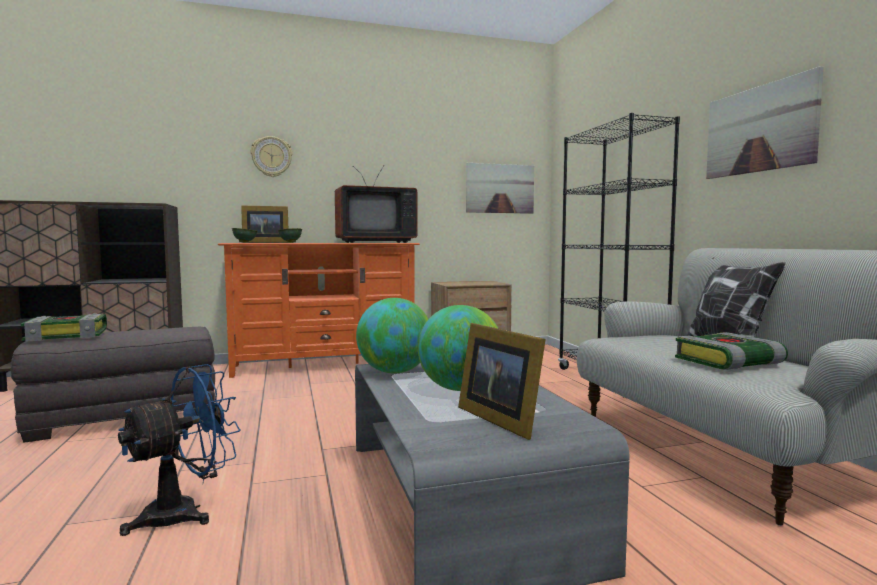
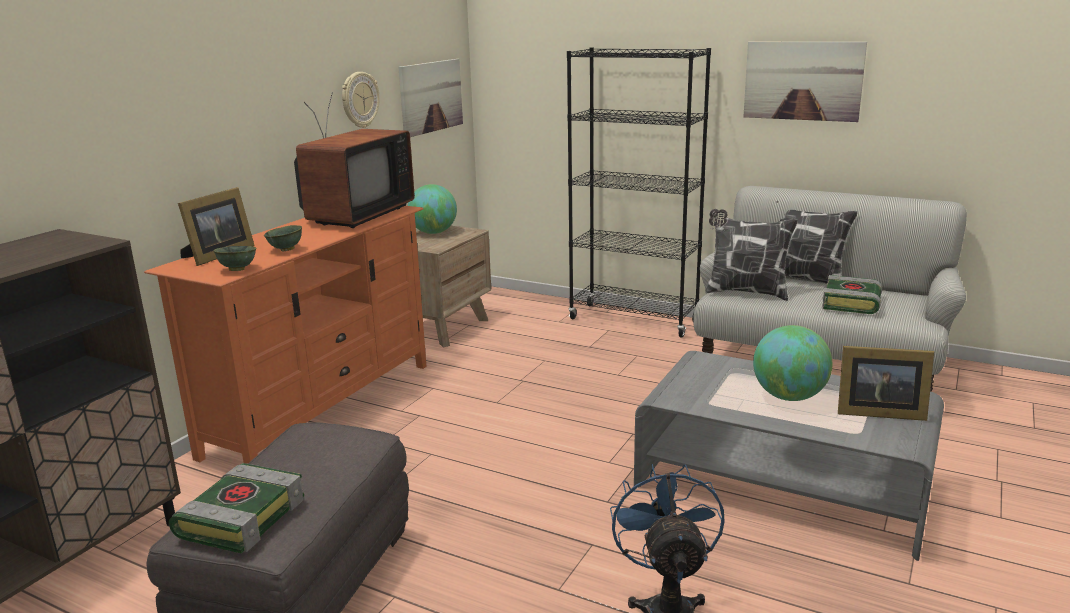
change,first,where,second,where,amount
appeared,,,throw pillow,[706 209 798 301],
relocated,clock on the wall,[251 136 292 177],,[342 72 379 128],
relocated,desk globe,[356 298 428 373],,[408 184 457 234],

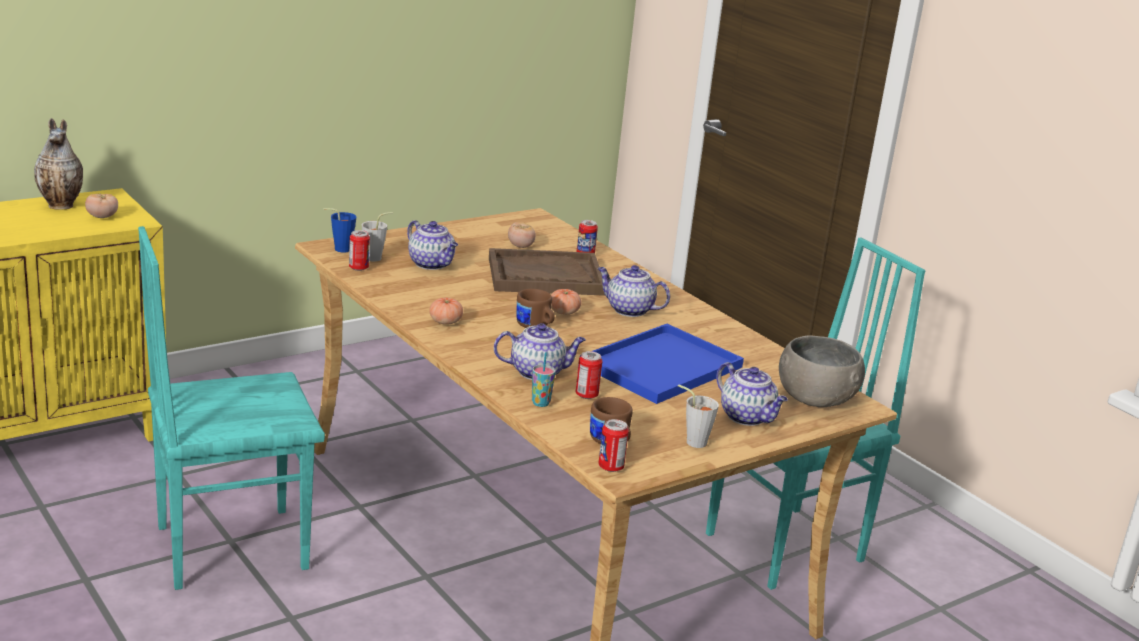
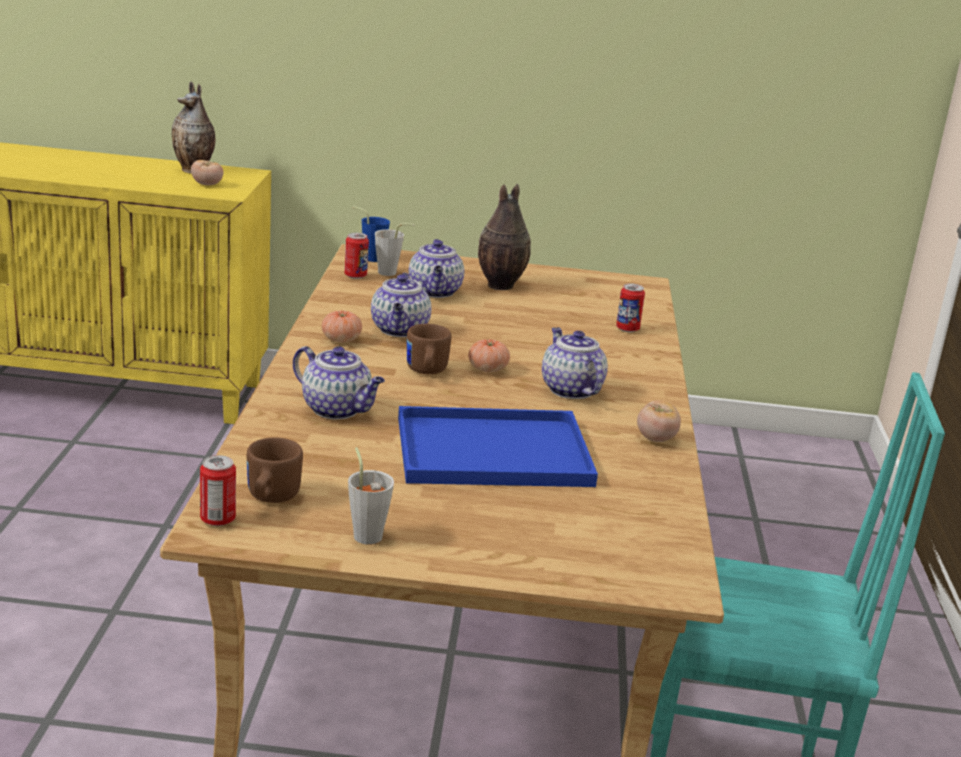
change,first,where,second,where,amount
missing,turquoise-coloured plain chair,[138 226 325 590],,,
missing,brown tray,[489 248 605 296],,,
missing,drinking cup,[532 352 556 407],,,
missing,metal can,[576 351 602 399],,,
missing,gray bowl,[779 336 865 407],,,
appeared,,,vase,[478 183 531 290],
relocated,whole tomato,[508 222 536 248],,[637 400 681 442],
relocated,pot for tea,[716 362 788 426],,[371 273 431 337],

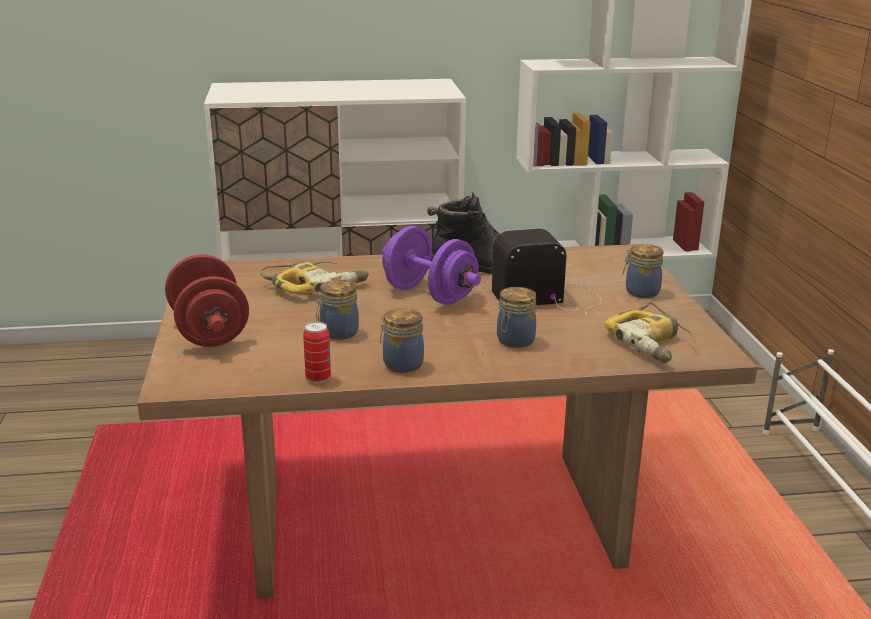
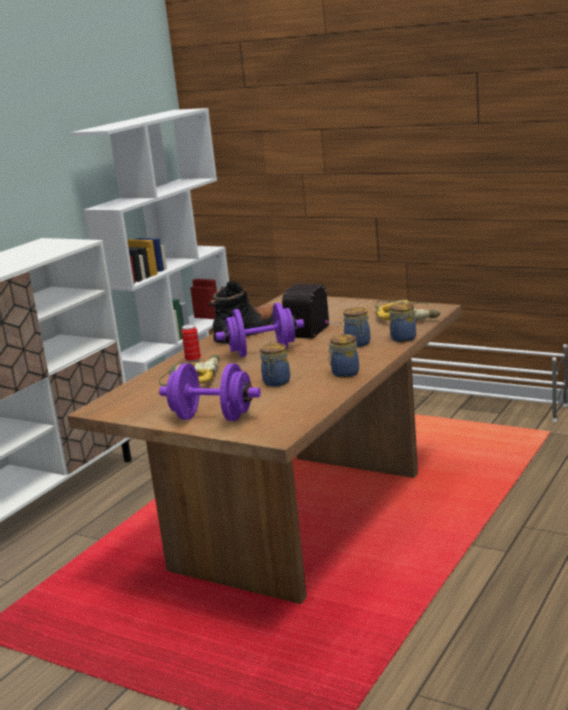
change,first,where,second,where,amount
relocated,metal can,[303 322 331 383],,[181 324 201 362],
relocated,preserve jar,[623 244 664 298],,[390 302 416 342],
colour,red dumbbell,[165 254 249 347],purple dumbbell,[159 363 261 421],

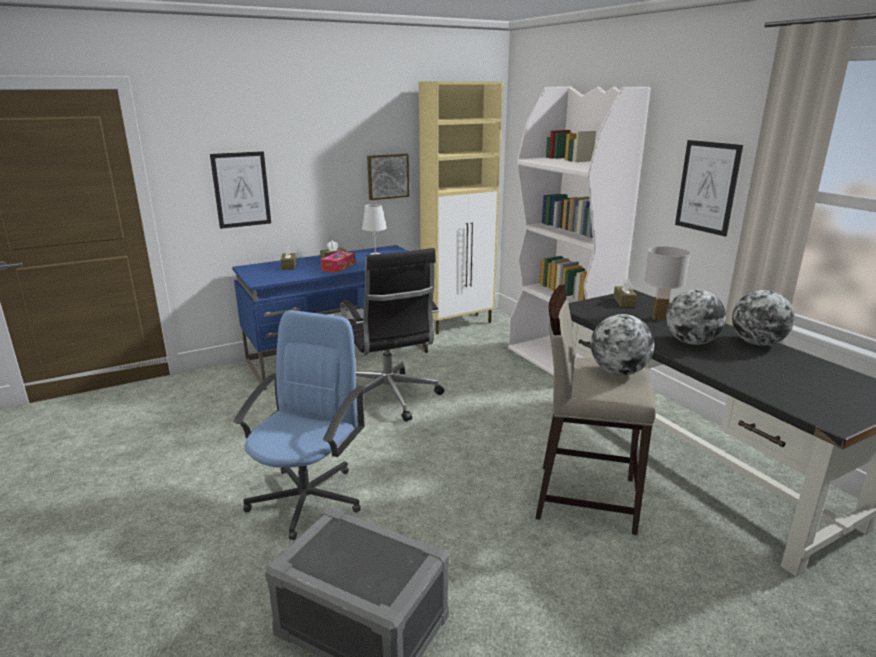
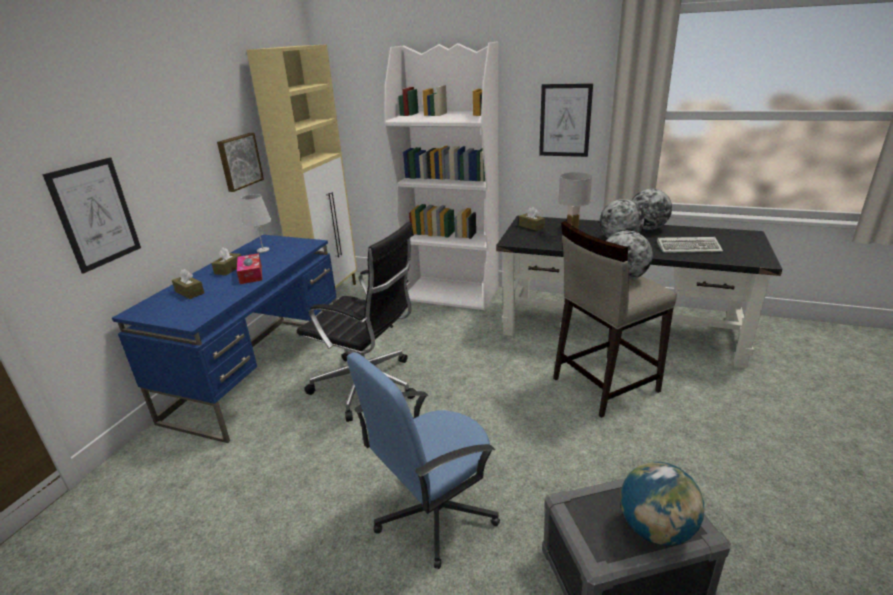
change,first,where,second,where,amount
appeared,,,desk globe,[620 462 704 546],
appeared,,,keyboard,[657 237 723 253],
spun,blue computer chair,[233 310 365 540],,[347 353 500 569],105 degrees counterclockwise

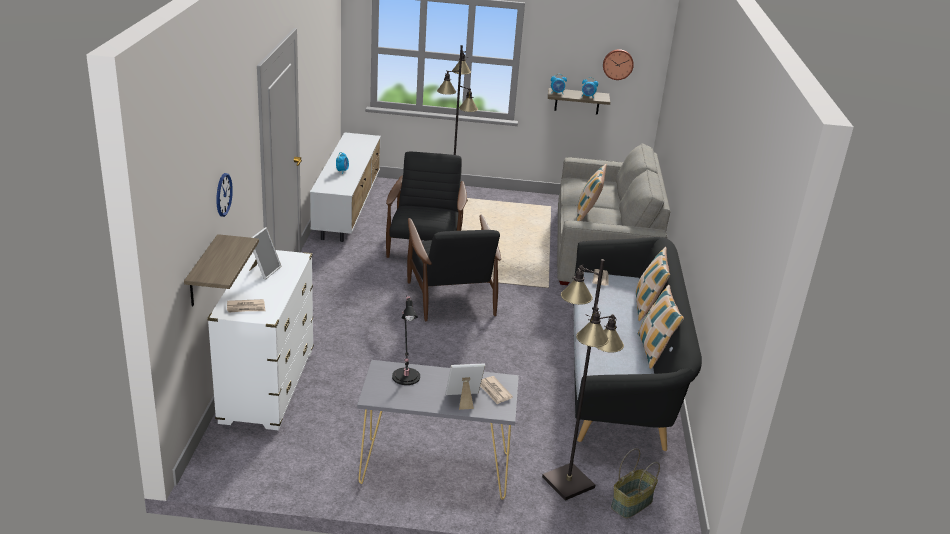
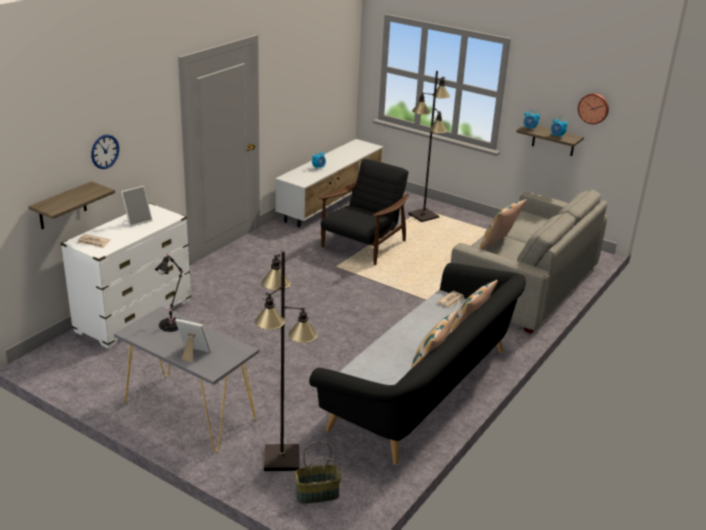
change,first,where,second,where,amount
missing,blackish easy chair,[407 215 501 321],,,
missing,printed paper,[480 376 513 405],,,

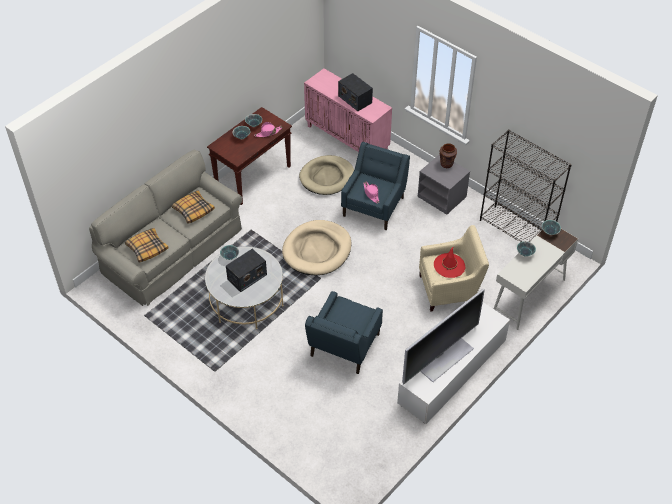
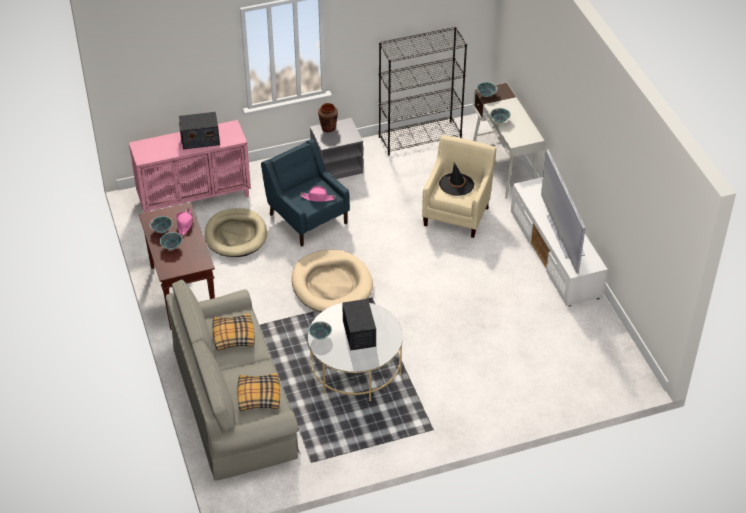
change,first,where,second,where,amount
missing,blue easy chair,[305 291 383 374],,,
colour,red clothing hat,[434 246 465 278],blackish clothing hat,[439 163 474 196],

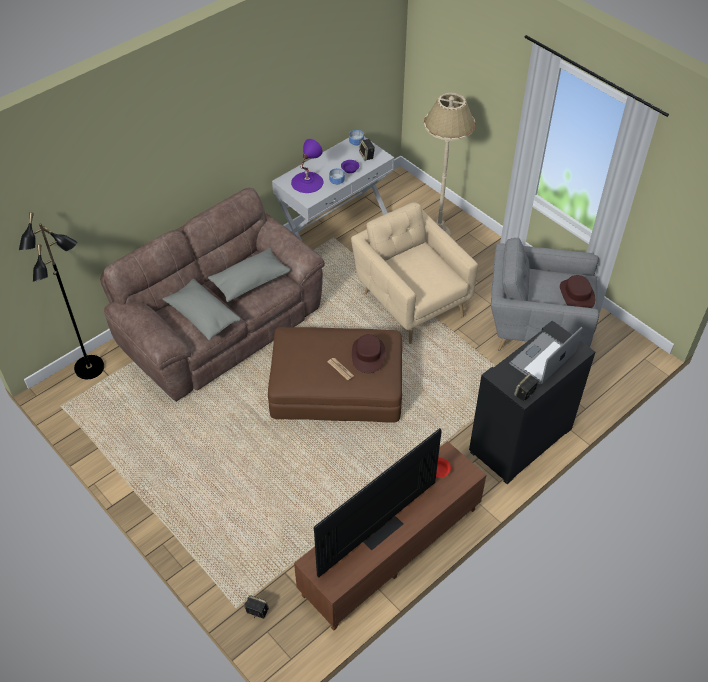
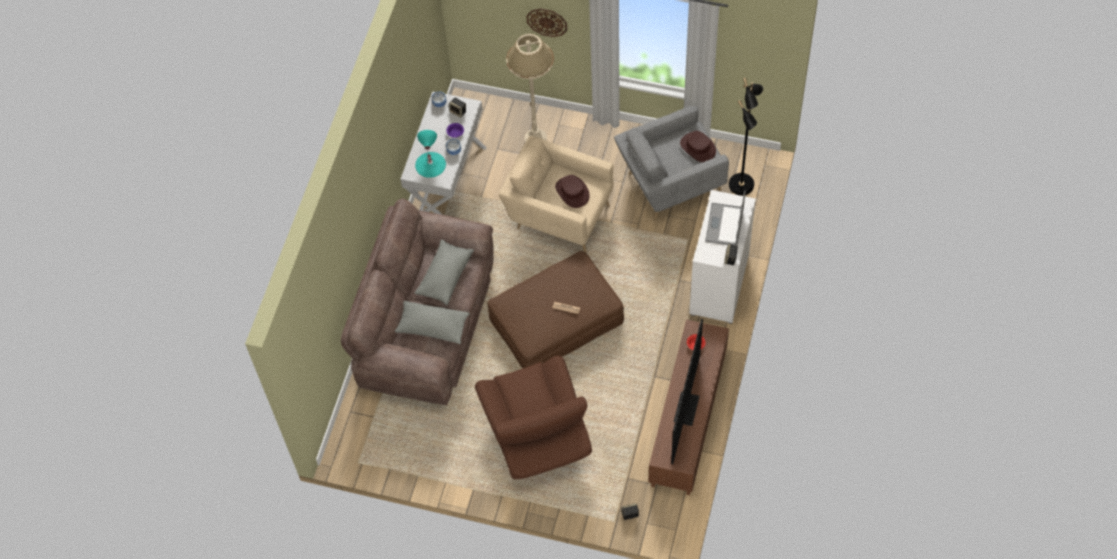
change,first,where,second,where,amount
appeared,,,brown easy chair,[475 355 592 479],
appeared,,,clock on the wall,[526 9 567 37],
relocated,blackish floor lamp,[19 212 104 379],,[729 78 763 196],
relocated,brown clothing hat,[352 334 385 373],,[555 175 590 208],
colour,purple lamp for a table,[291 139 324 193],turquoise-coloured lamp for a table,[415 130 446 178],
colour,blackish storage cabinet,[469 321 595 484],whitish storage cabinet,[689 190 756 324],

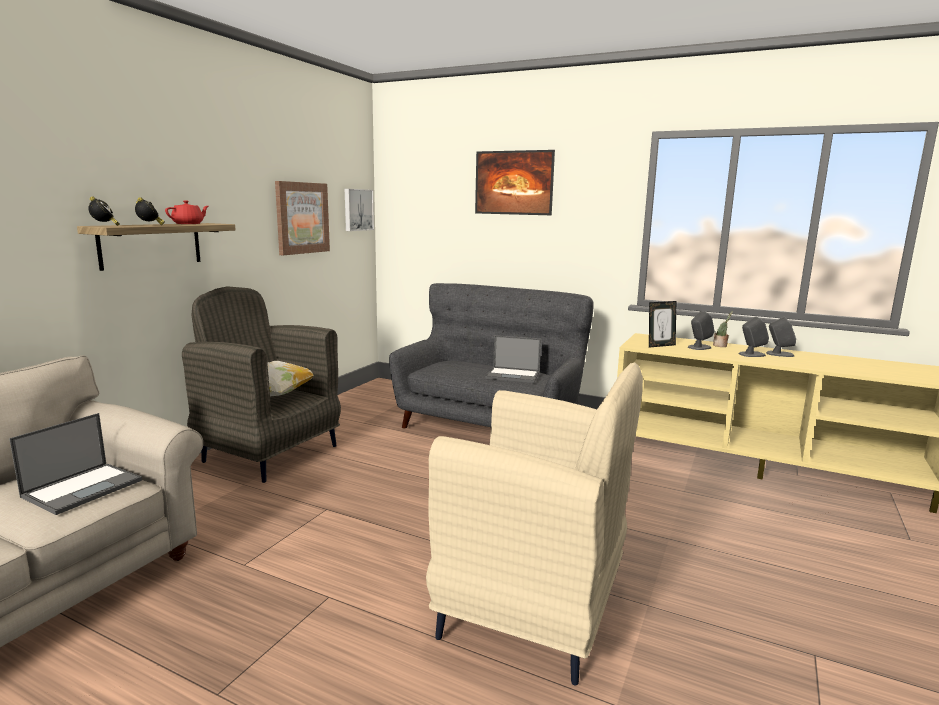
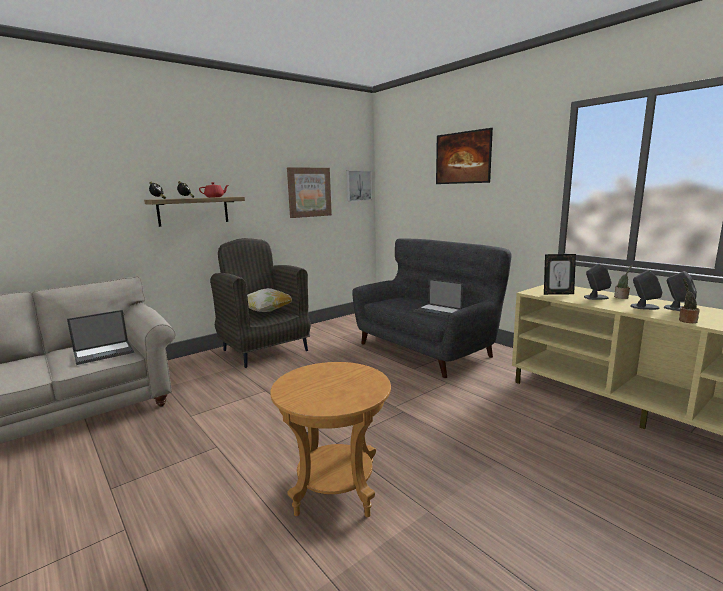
change,first,where,second,where,amount
appeared,,,houseplant,[679 279 700 323],
exchanged,beige-coloured easy chair,[426 363 643 685],brown end table,[270 362 391 517],

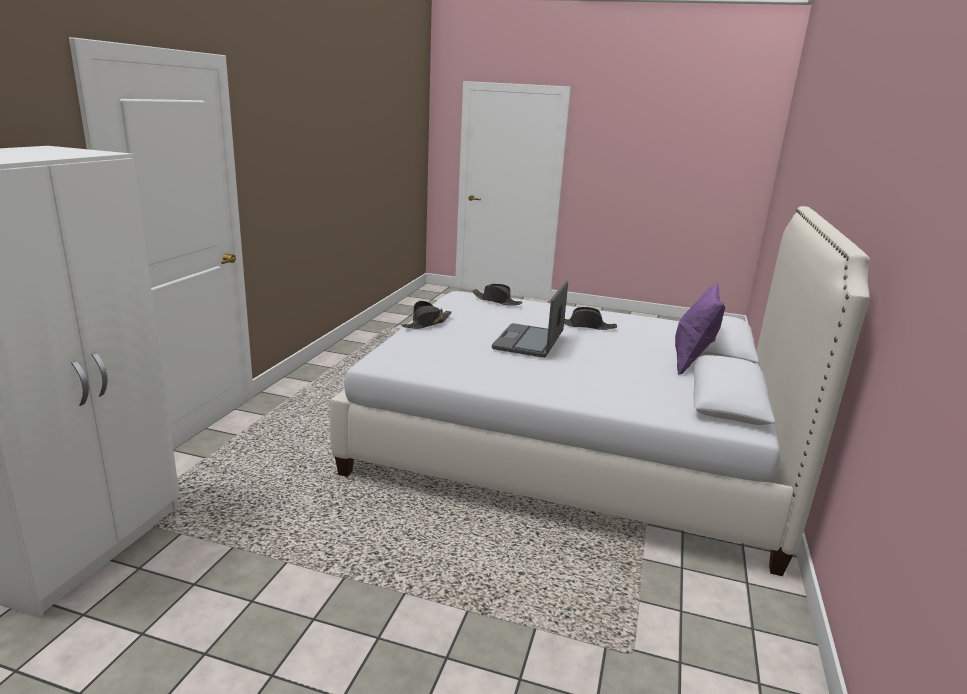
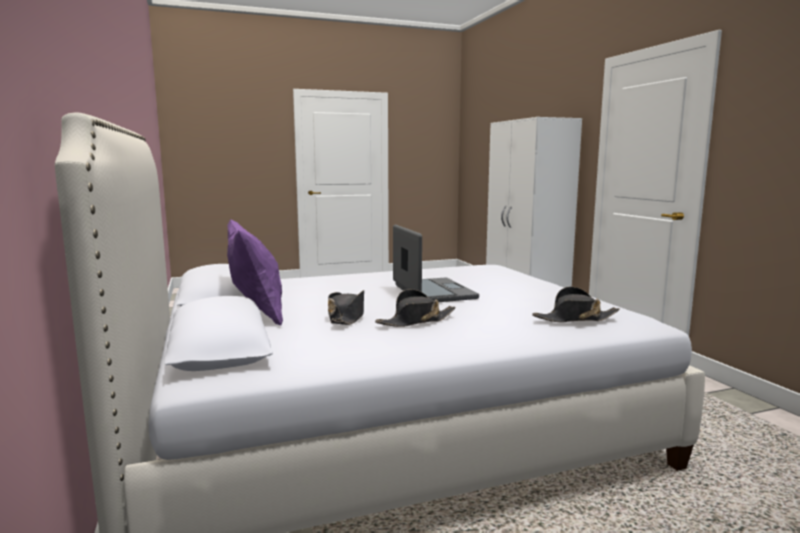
change,first,where,second,where,amount
relocated,blackish clothing hat,[402 301 452 329],,[328 290 364 325],

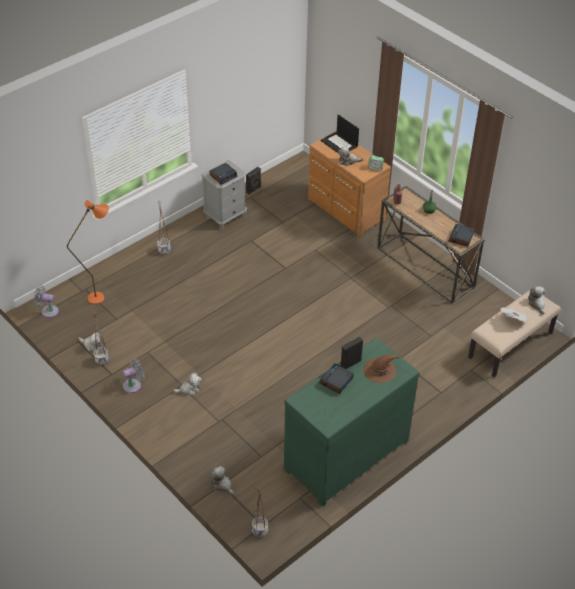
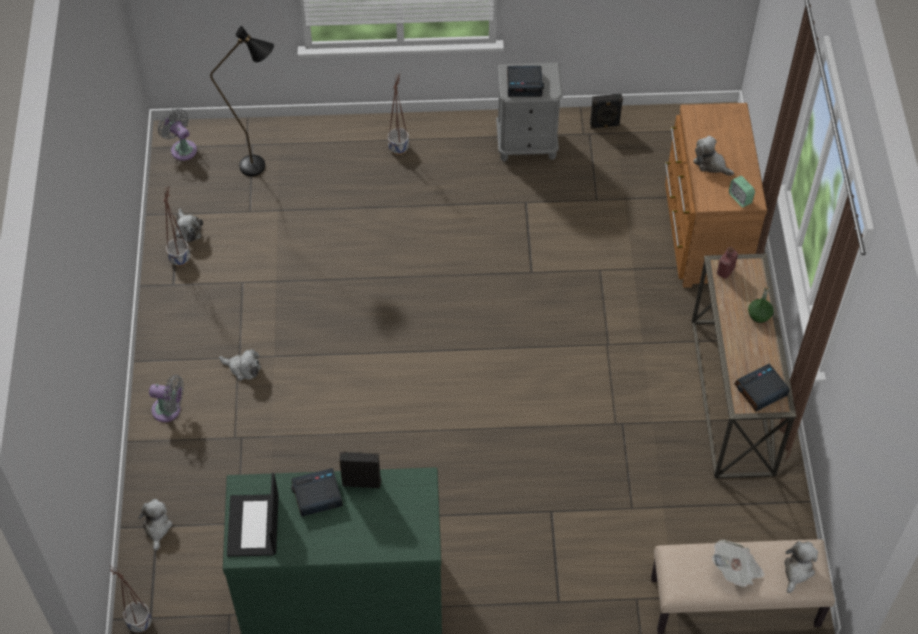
change,first,where,second,where,amount
missing,brown clothing hat,[363 354 404 383],,,
relocated,gray electric fan,[123 358 145 393],,[149 375 184 422],
relocated,laptop,[321 114 359 153],,[227 473 279 557],
colour,orange floor lamp,[67 200 109 305],blackish floor lamp,[210 26 274 176],

